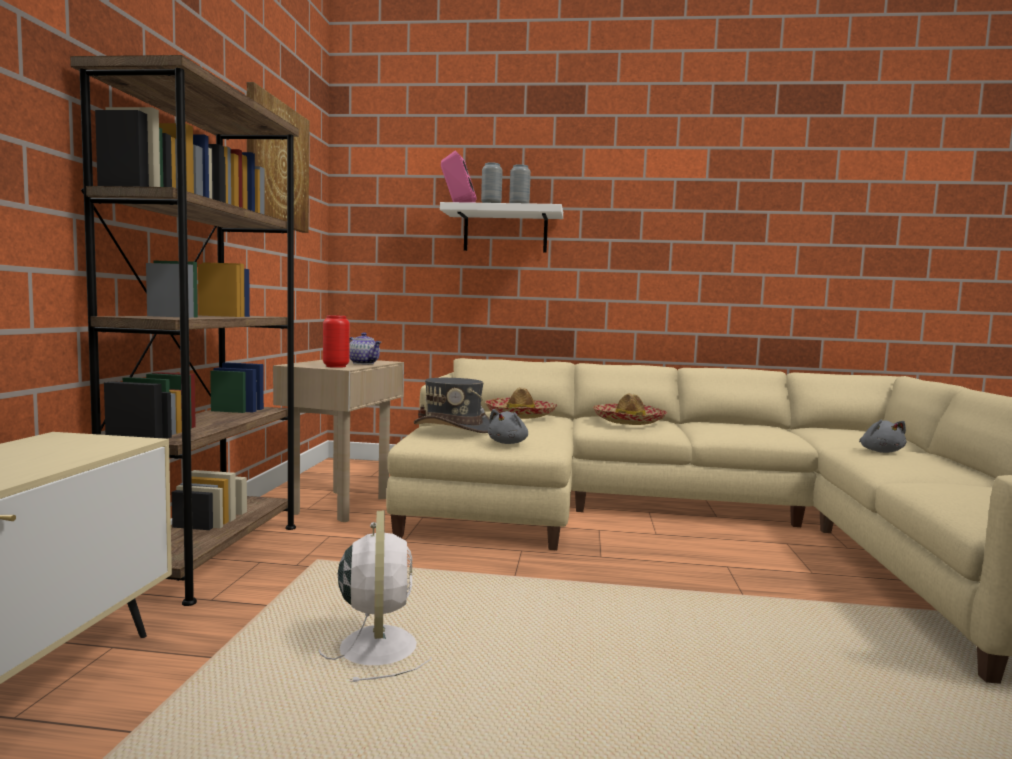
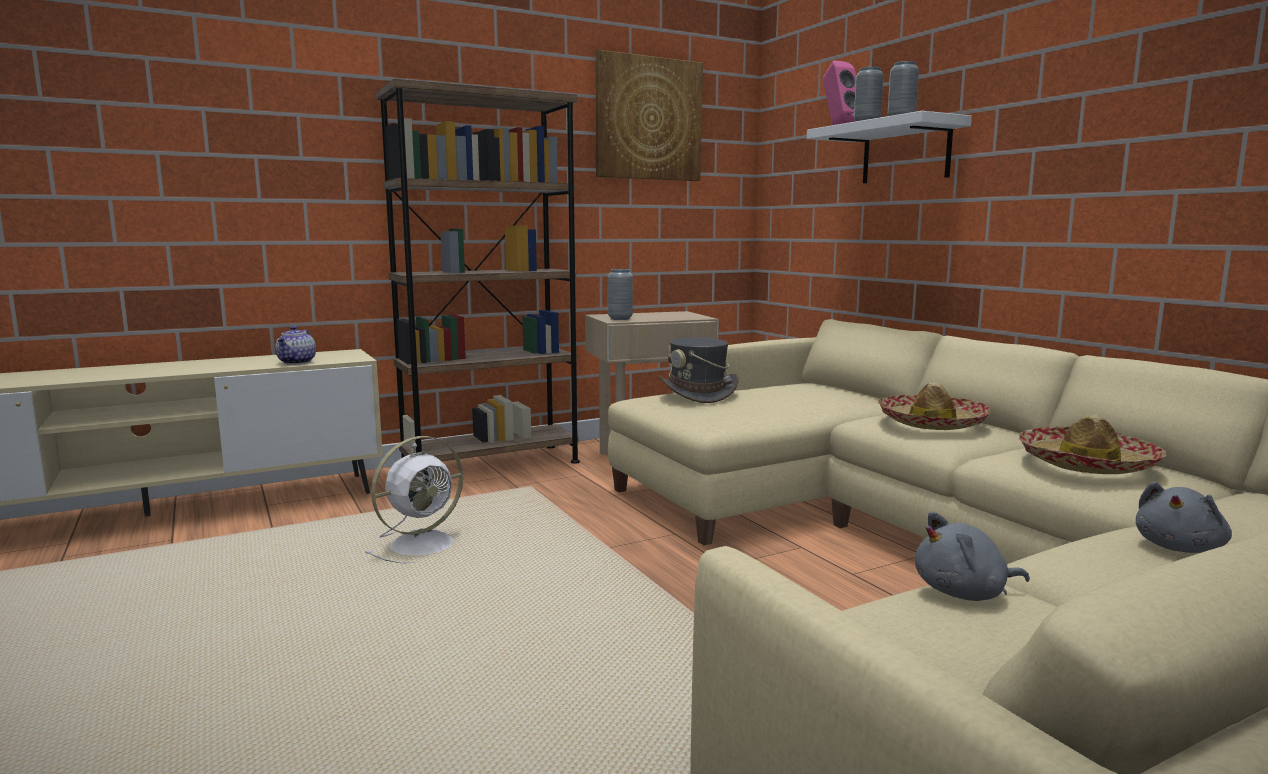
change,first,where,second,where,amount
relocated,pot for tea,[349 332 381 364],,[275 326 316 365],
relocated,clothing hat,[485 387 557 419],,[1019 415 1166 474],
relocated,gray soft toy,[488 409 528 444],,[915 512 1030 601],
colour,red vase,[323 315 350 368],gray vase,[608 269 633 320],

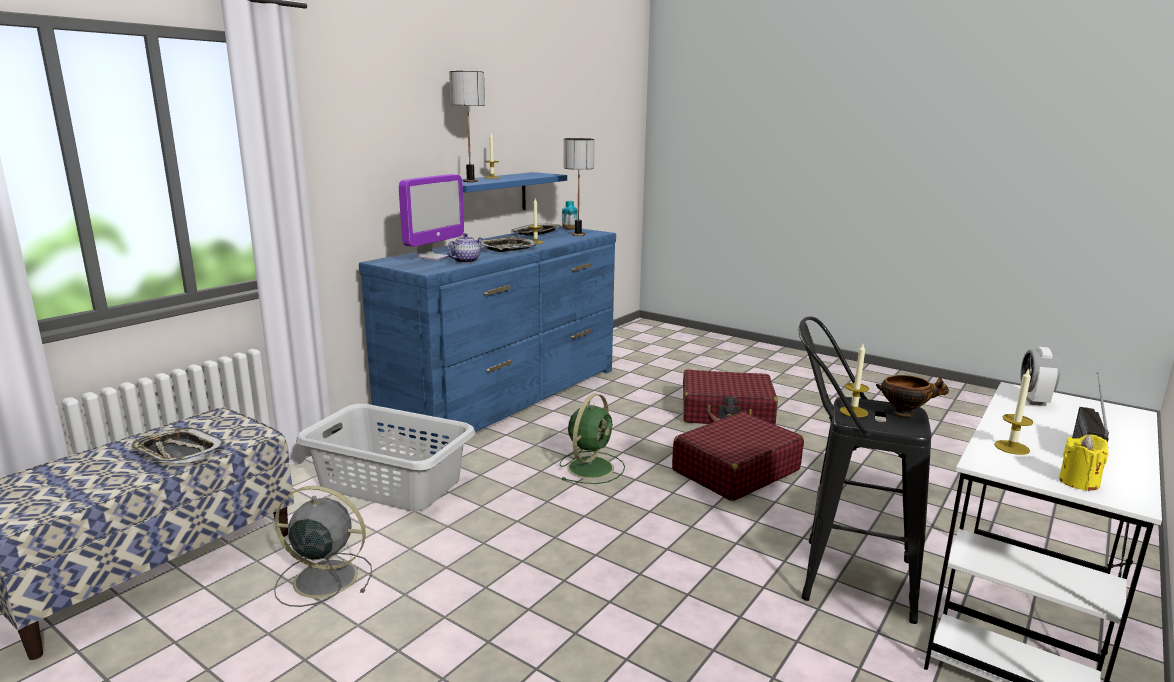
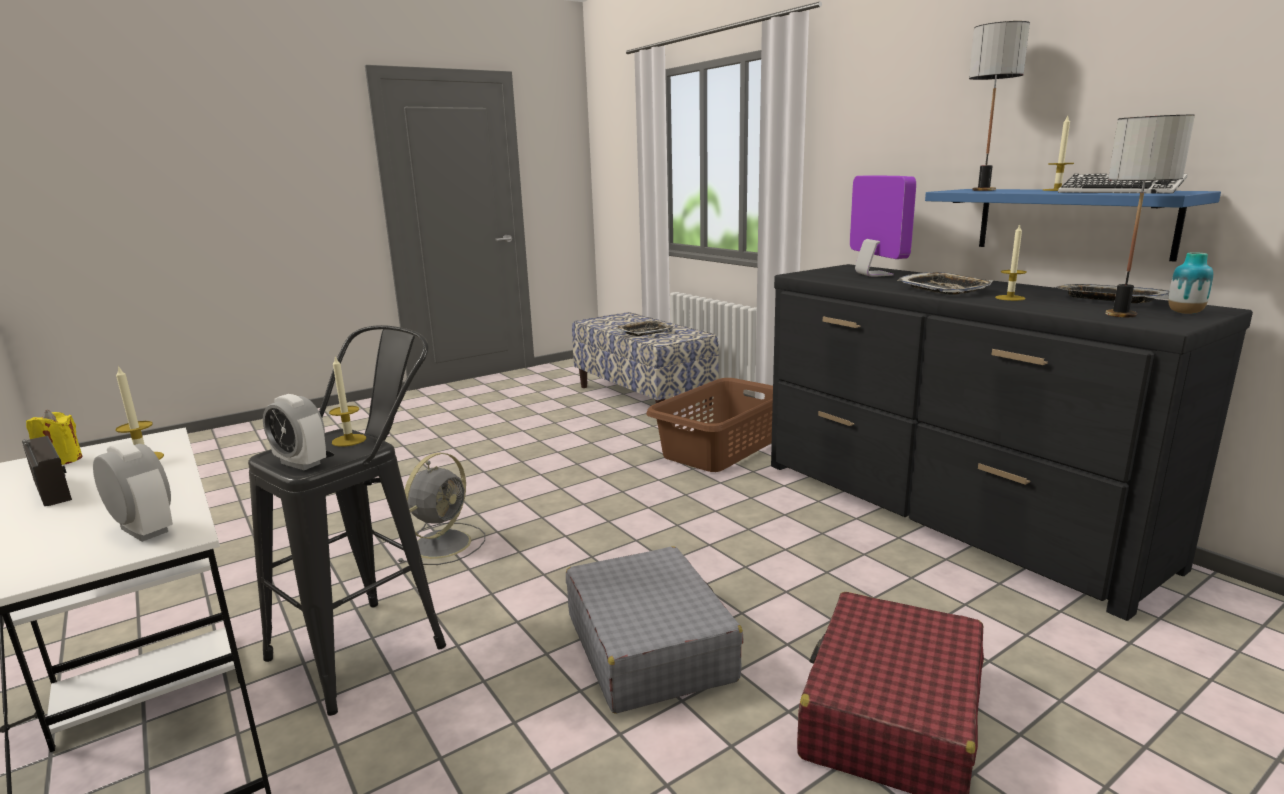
change,first,where,second,where,amount
missing,pot for tea,[447 233 483 263],,,
missing,green electric fan,[560 394 625 484],,,
appeared,,,keyboard,[1058 174 1188 194],
relocated,gray electric fan,[274 486 372 607],,[397 453 485 565],
exchanged,bowl,[876 375 949 417],table clock,[263 394 326 470],
colour,gray washing basket,[296 404 475 512],brown washing basket,[646 378 773 472],
colour,blue chest of drawers,[359 226 616 454],blackish chest of drawers,[771 264 1253 621],
colour,red travel case,[672 412 804 501],gray travel case,[566 546 744 713],
spun,computer display,[399 174 464 260],,[850 175 916 277],150 degrees counterclockwise

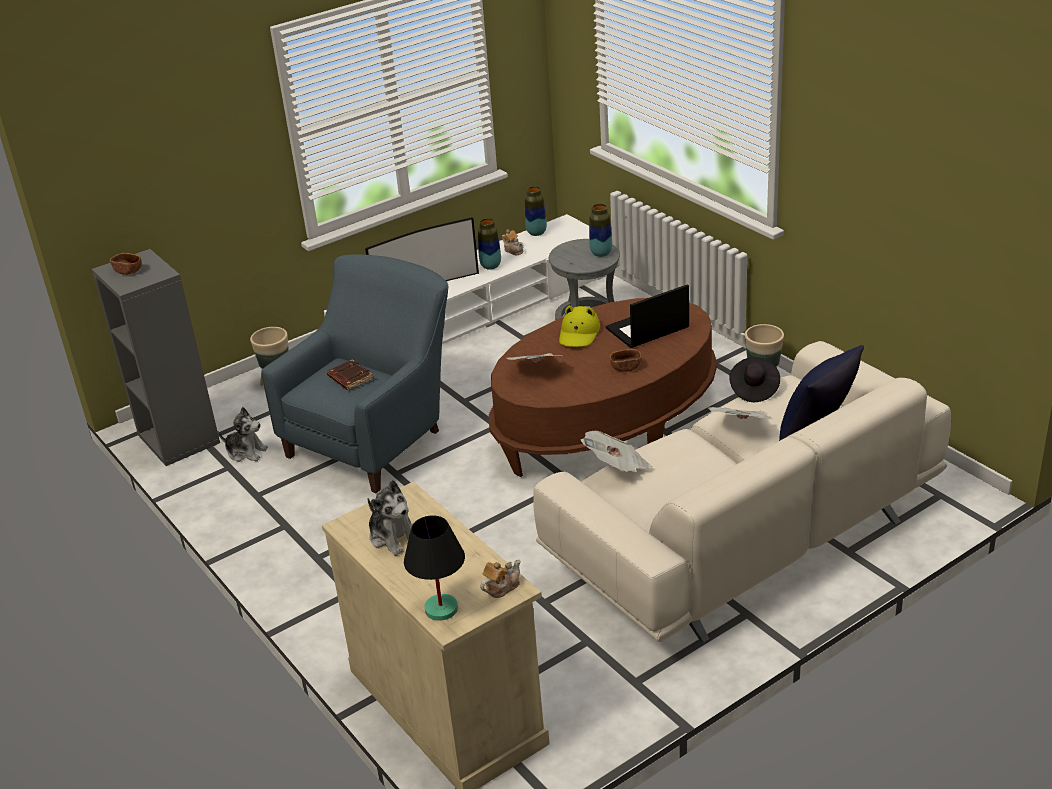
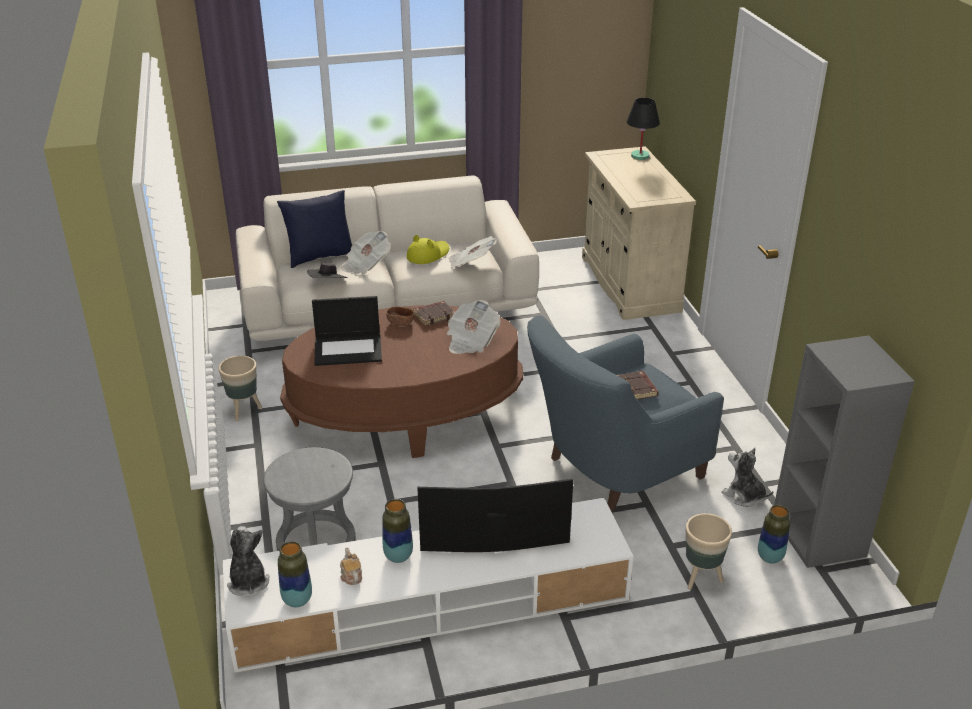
change,first,where,second,where,amount
missing,brown bowl,[110 253 142 275],,,
missing,pot for tea,[480 560 521 598],,,
appeared,,,brown volume,[413 301 455 326],
relocated,soft toy,[368 480 412 556],,[227 526 270 596],
relocated,yellowish clothing hat,[559 305 600 347],,[406 235 449 264],
relocated,vase,[589 204 612 257],,[758 505 790 564],

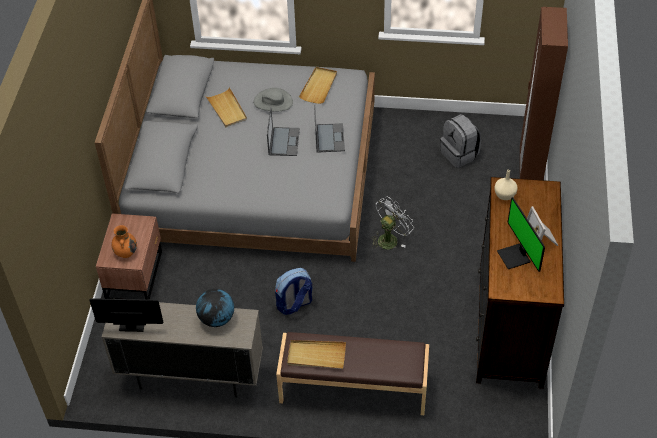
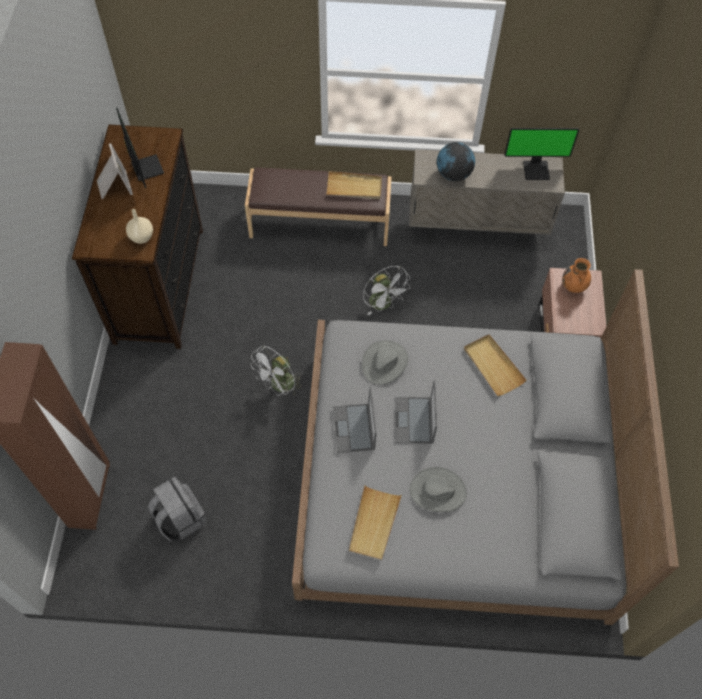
change,first,where,second,where,amount
appeared,,,gray clothing hat,[362 340 408 385],
relocated,beige-coloured tray,[206 87 247 127],,[464 334 527 396],
exchanged,backpack,[275 268 312 315],whitish electric fan,[363 266 411 316],

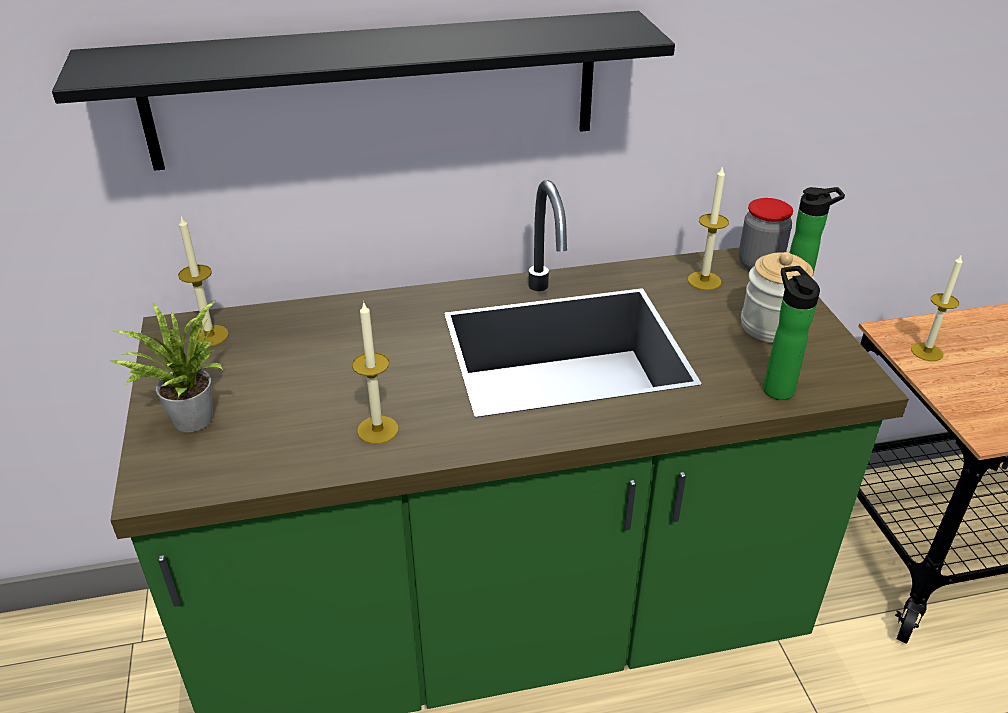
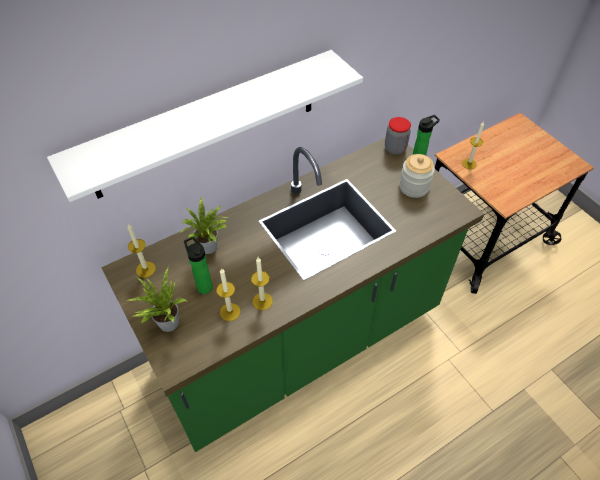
change,first,where,second,where,amount
appeared,,,houseplant,[180 196 228 254],
relocated,wax light,[688 165 729 290],,[216 268 240 321],
relocated,bottle,[763 266 820 400],,[184 237 213 294],
colour,blackish bracket shelf,[52 11 675 171],whitish bracket shelf,[47 50 363 202],

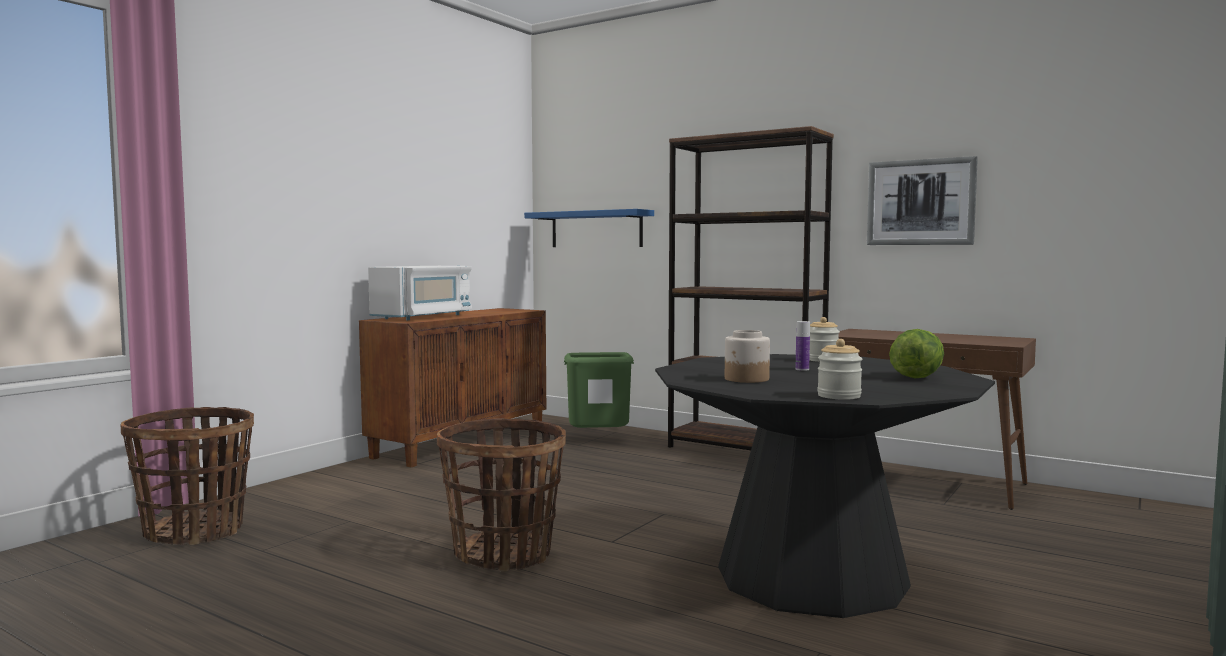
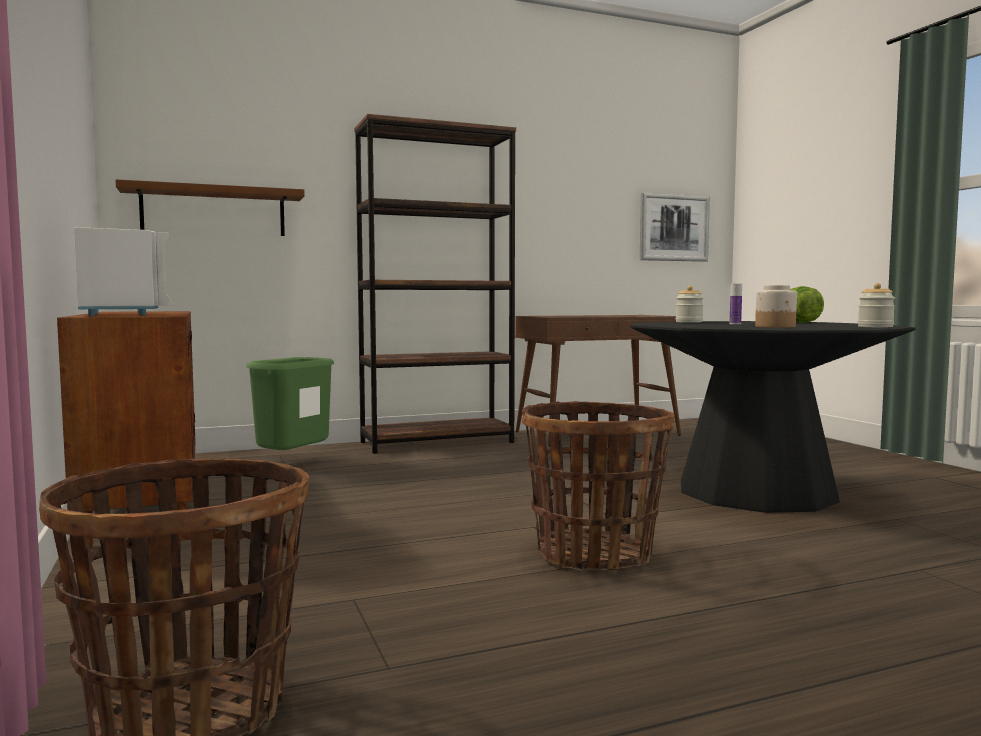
change,first,where,second,where,amount
relocated,picture,[867 156 978 245],,[640 193 710 262],
colour,blue bracket shelf,[524 209 654 247],brown bracket shelf,[116 179 305 236],

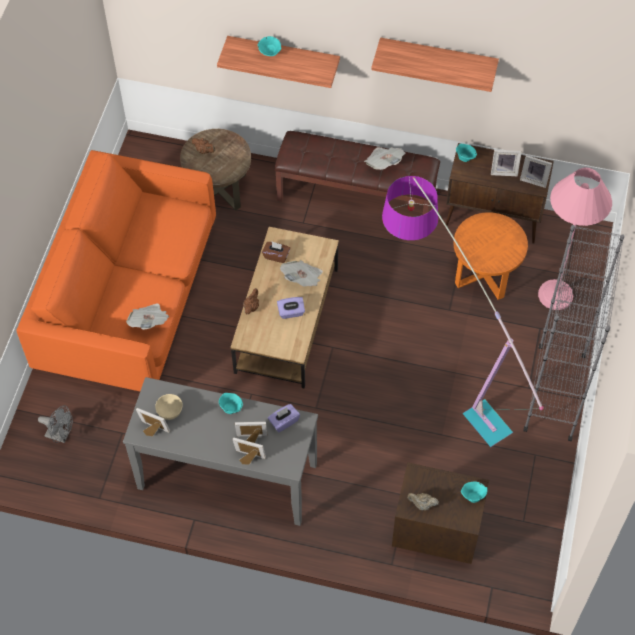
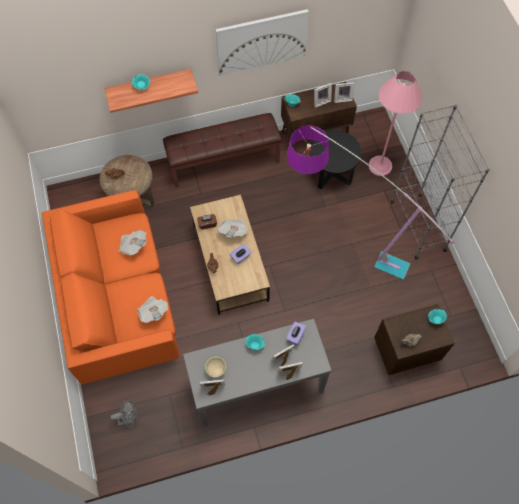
change,first,where,second,where,amount
relocated,printed paper,[364 147 405 170],,[118 230 146 255],
exchanged,bracket shelf,[371 37 499 92],picture,[216 9 309 75],
colour,orange end table,[454 212 528 300],blackish end table,[310 130 361 190],

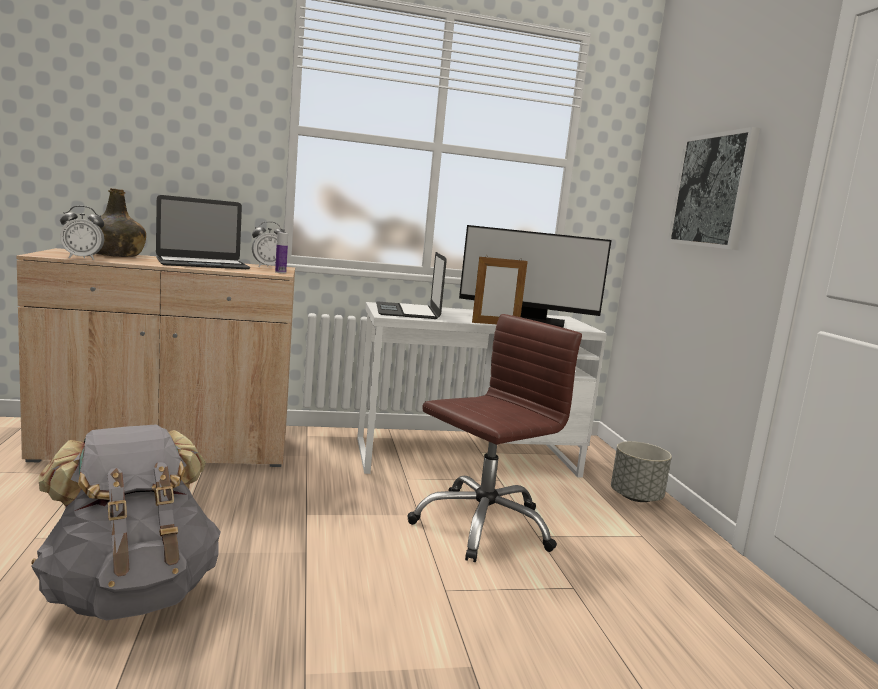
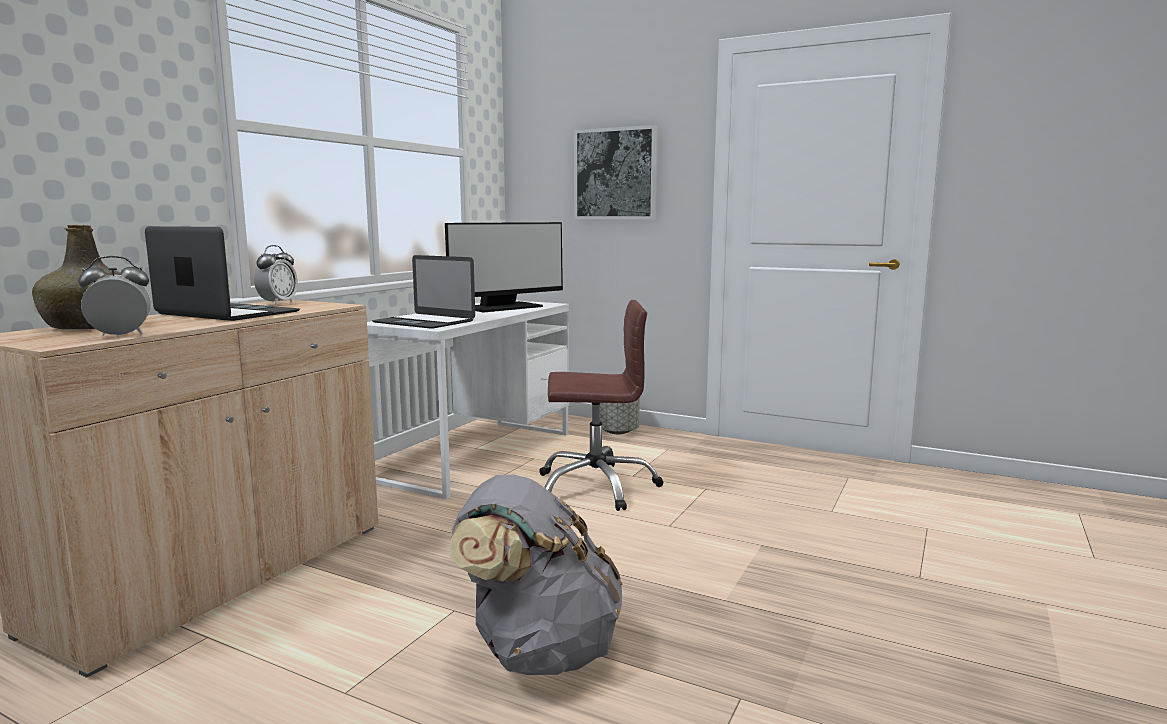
change,first,where,second,where,amount
missing,bottle,[275 232 288 273],,,
missing,picture frame,[472 255 528 324],,,
spun,table clock,[60 206 104 260],,[78 256 151 337],135 degrees counterclockwise
spun,laptop,[156 195 250 269],,[145 226 300 321],75 degrees counterclockwise
spun,brown computer chair,[407 314 582 562],,[539 300 664 511],90 degrees clockwise

